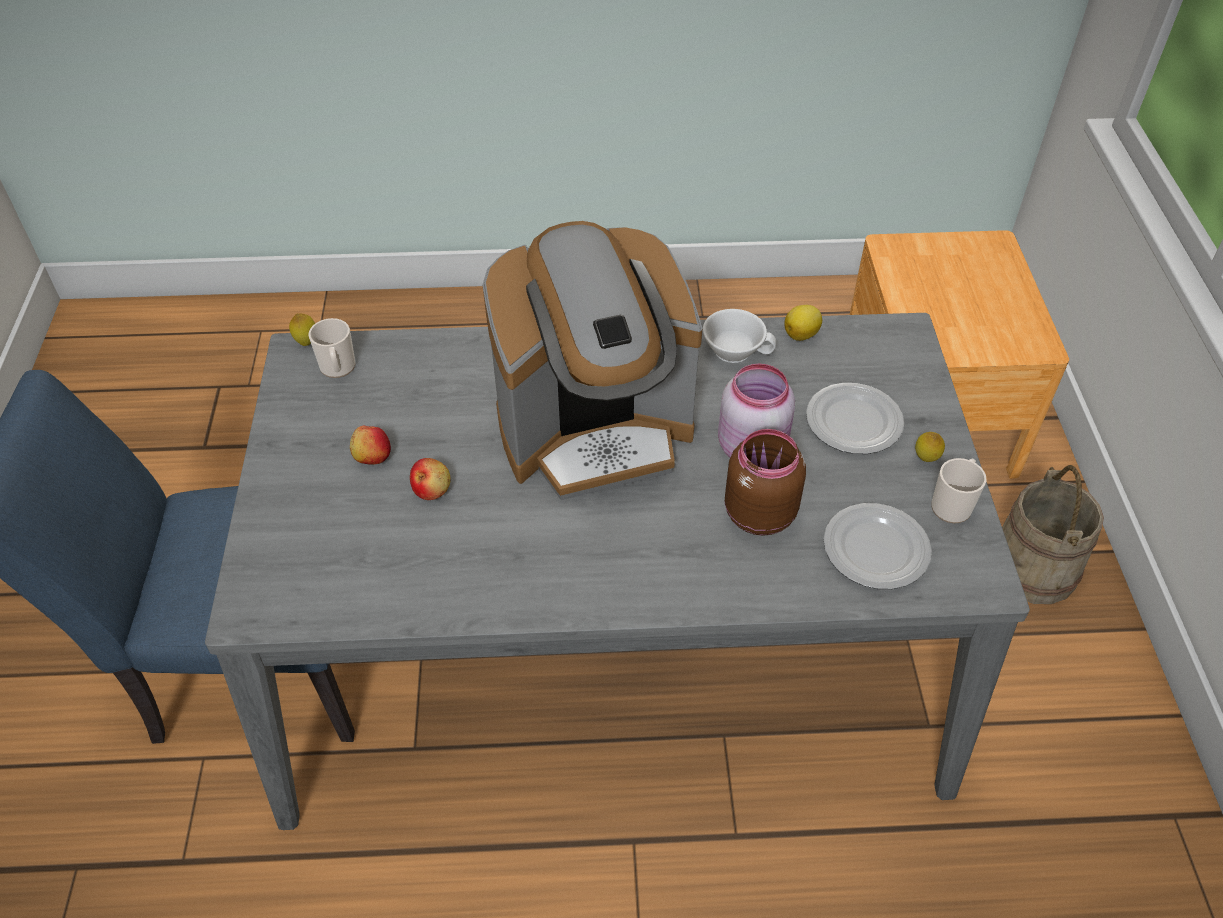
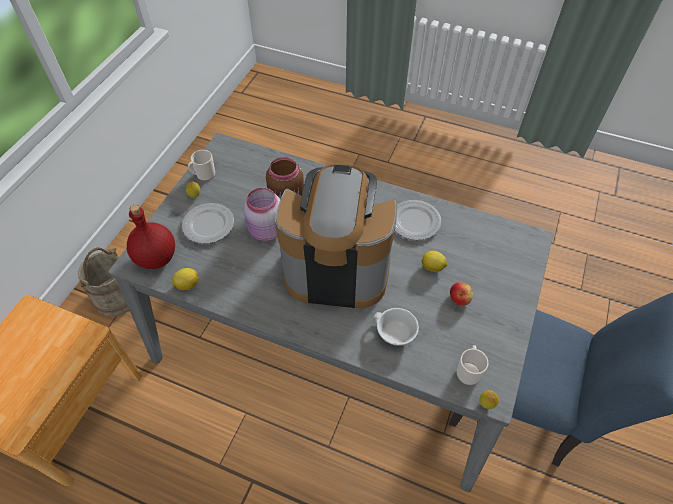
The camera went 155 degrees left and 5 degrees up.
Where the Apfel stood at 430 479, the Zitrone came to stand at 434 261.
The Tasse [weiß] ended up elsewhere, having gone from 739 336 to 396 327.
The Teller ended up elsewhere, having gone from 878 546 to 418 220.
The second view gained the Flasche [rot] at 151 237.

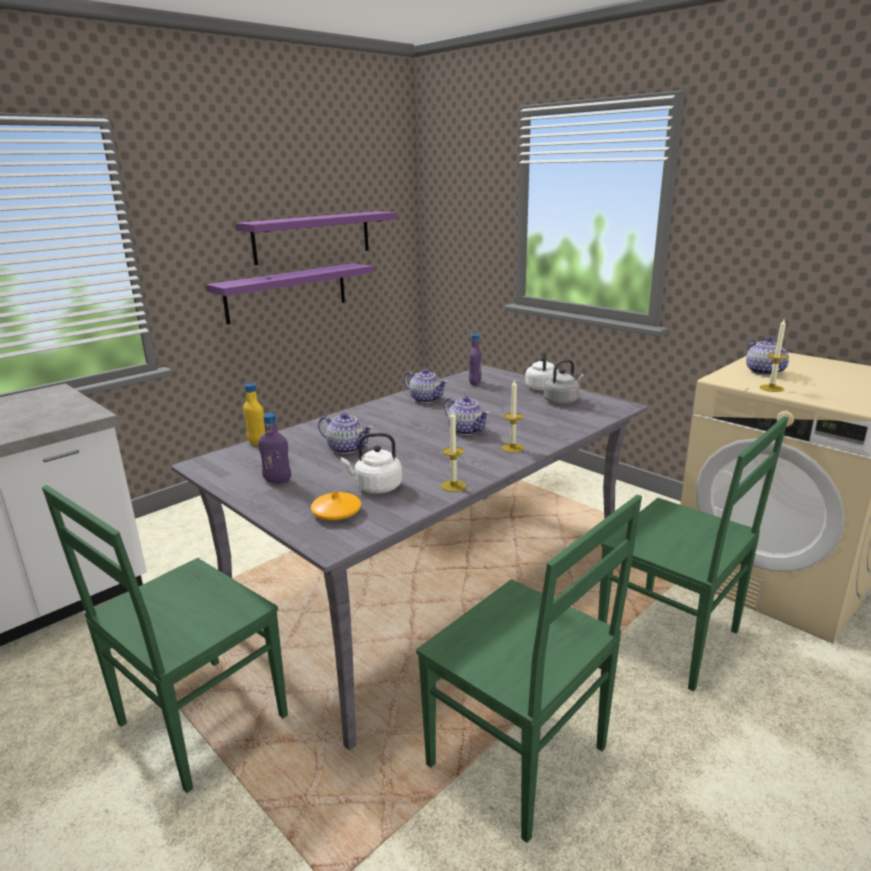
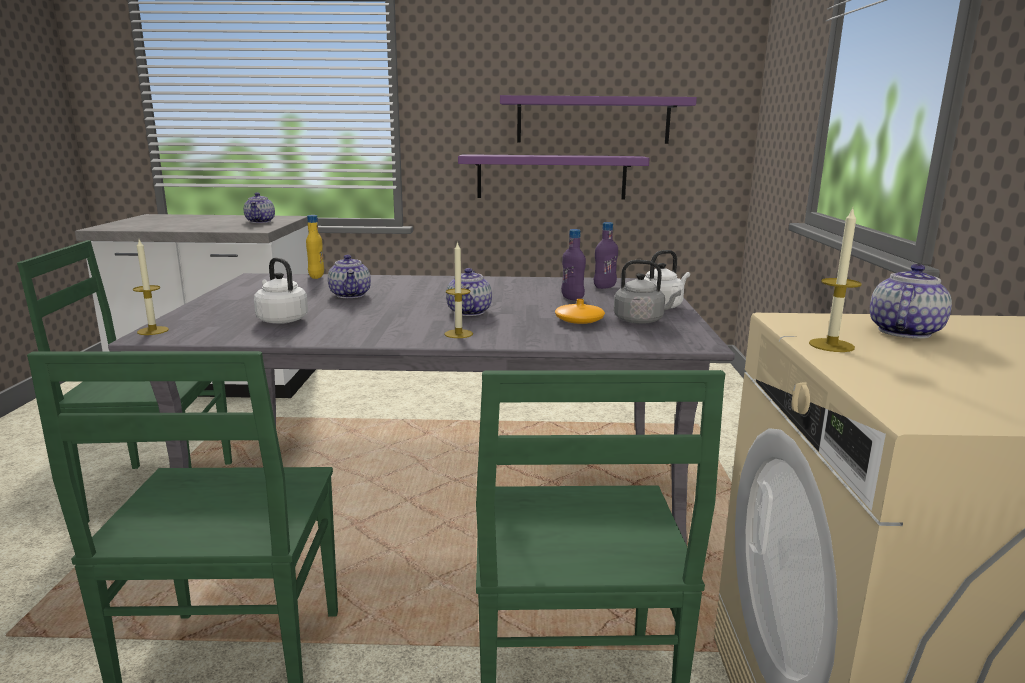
The camera went 45 degrees right and 5 degrees down.
The Flasche [lila] ended up elsewhere, having gone from 274 448 to 573 265.
The Vase [orange] ended up elsewhere, having gone from 336 506 to 580 311.
The Teekanne ended up elsewhere, having gone from 426 386 to 259 207.
The Kerze ended up elsewhere, having gone from 453 451 to 151 287.

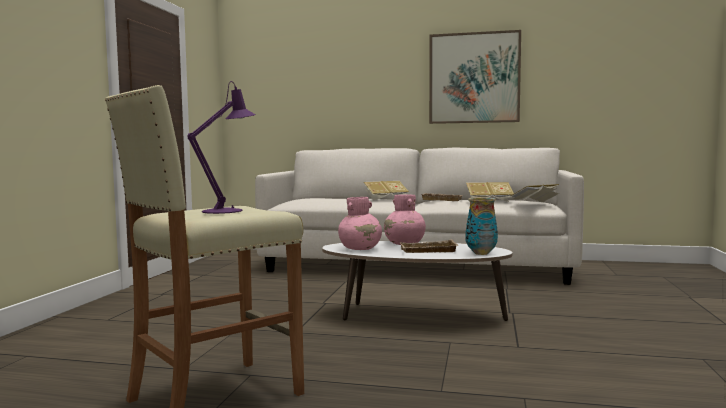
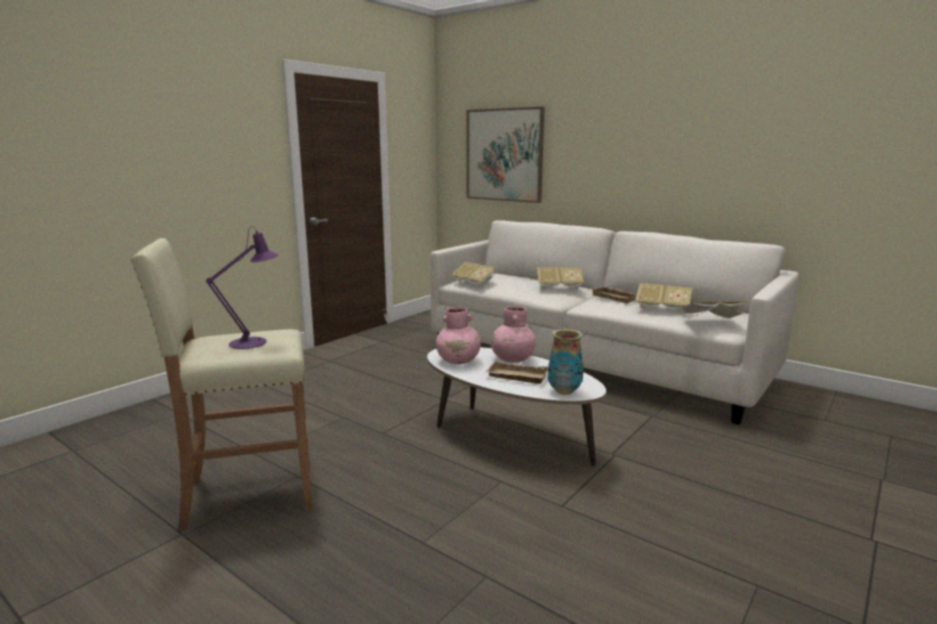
The camera went 25 degrees right and 10 degrees up.
The Bild ended up elsewhere, having gone from 475 77 to 505 155.
The second view gained the Buch at 473 275.

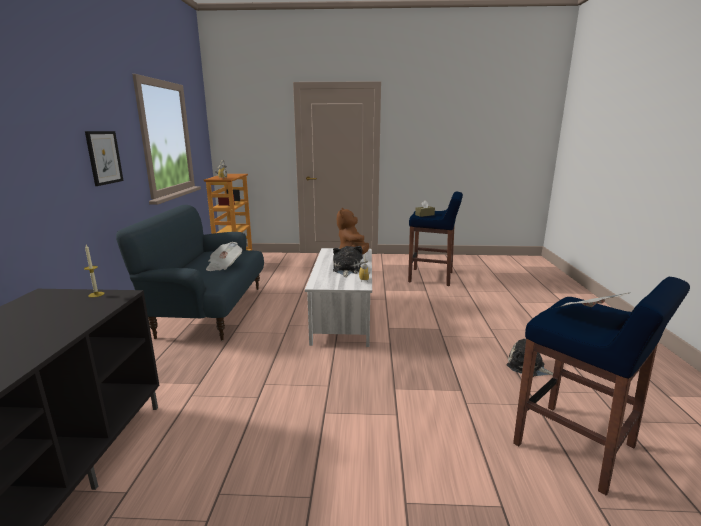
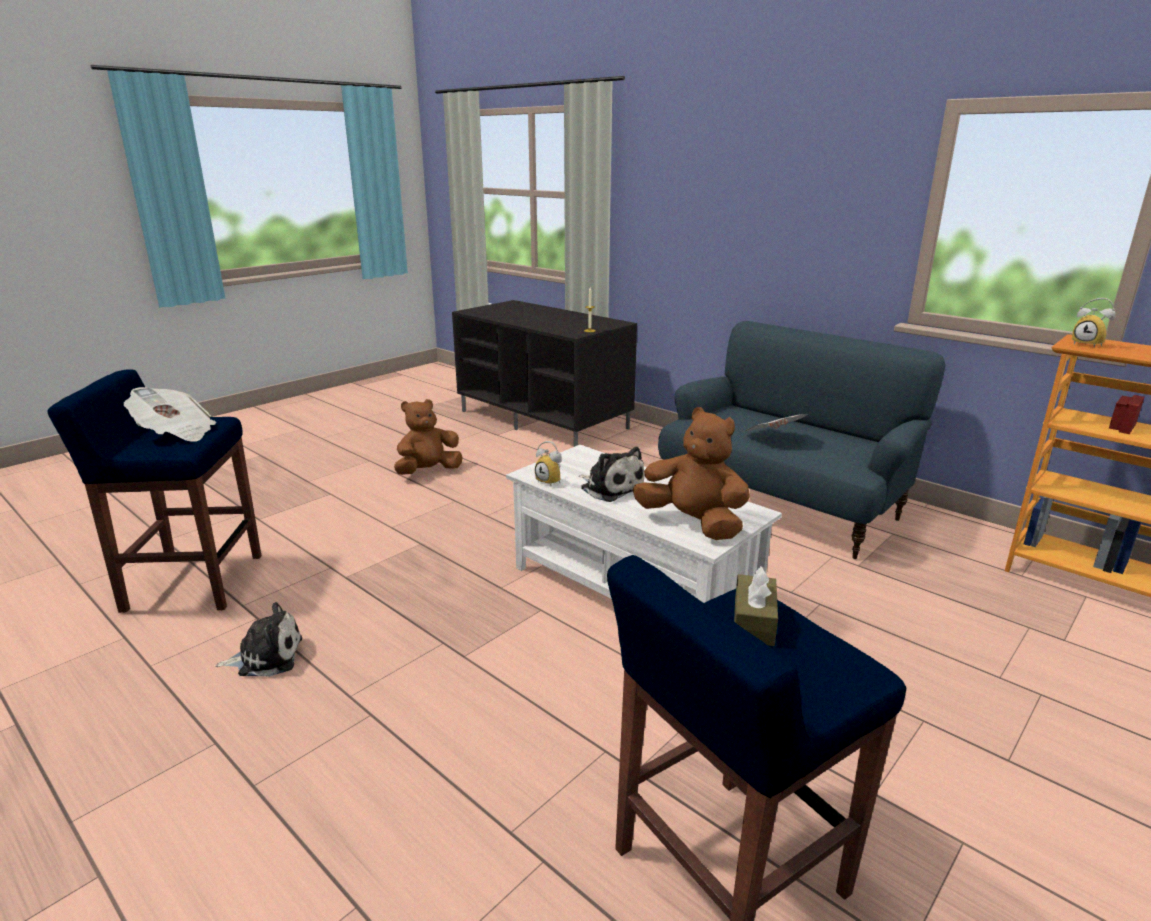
The camera went 130 degrees right and 5 degrees up.
The second view lost the Bild at 104 158.
The second view gained the Plüschtier [braun] at 428 437.

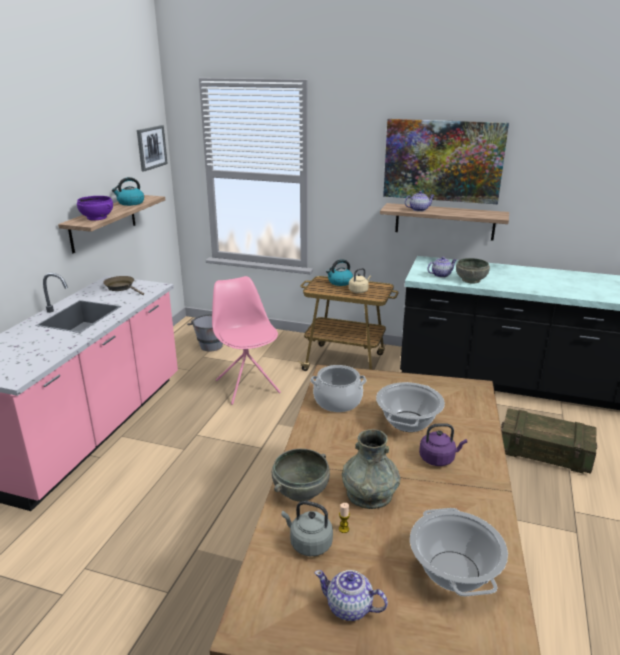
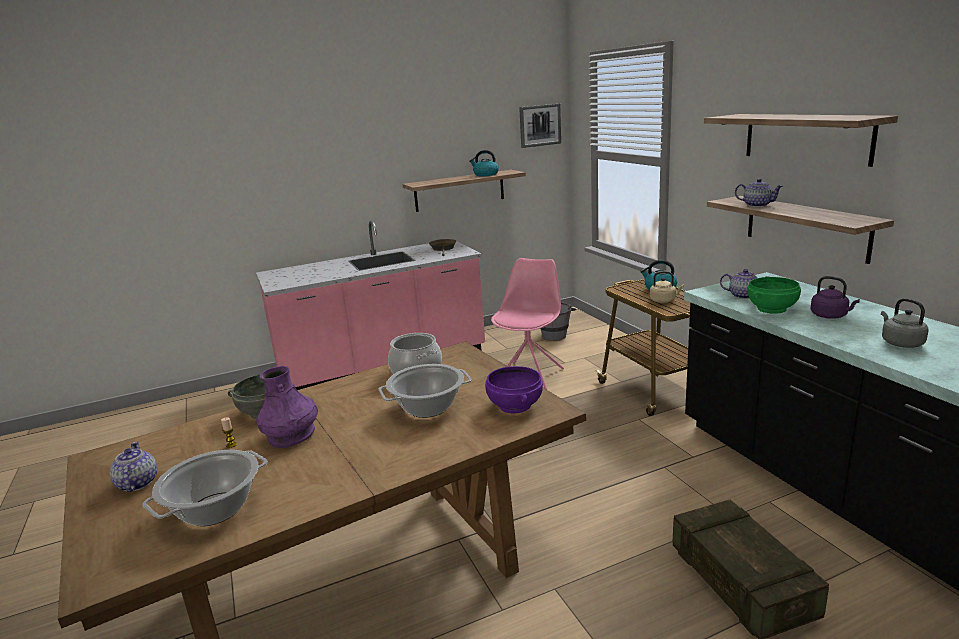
The camera went 50 degrees right and 5 degrees down.
The Schüssel [lila] ended up elsewhere, having gone from 95 208 to 514 390.
The Wasserkessel [grau] ended up elsewhere, having gone from 307 528 to 905 323.
What was the Vase [grau] at 371 469 turned into the Vase [lila] at 287 407.
Where the Bild hung at 446 161, the Wandregal came to hang at 801 140.
The Wasserkessel [lila] ended up elsewhere, having gone from 443 444 to 835 297.
What was the Schüssel [grau] at 473 271 turned into the Schüssel [grün] at 774 295.

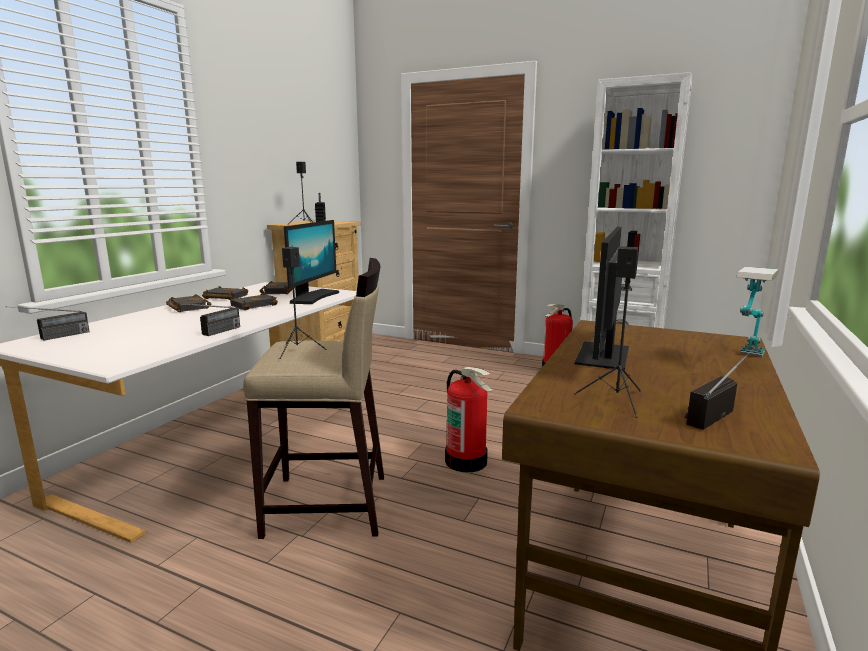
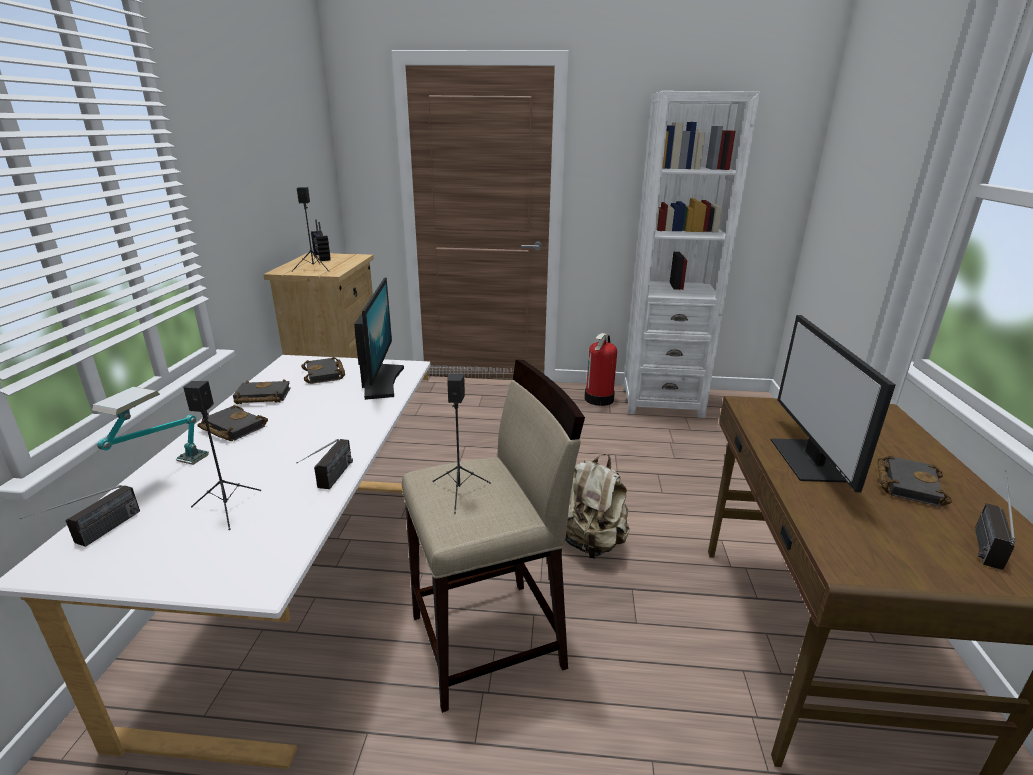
The camera went 20 degrees left and 10 degrees up.
The Buch [schwarz] ended up elsewhere, having gone from 254 301 to 914 481.
Where the Feuerlöscher stood at 469 419, the Rucksack [beige] came to stand at 597 506.
The Lautsprecher [schwarz] ended up elsewhere, having gone from 607 332 to 222 455.
The Tischlampe ended up elsewhere, having gone from 757 312 to 150 425.

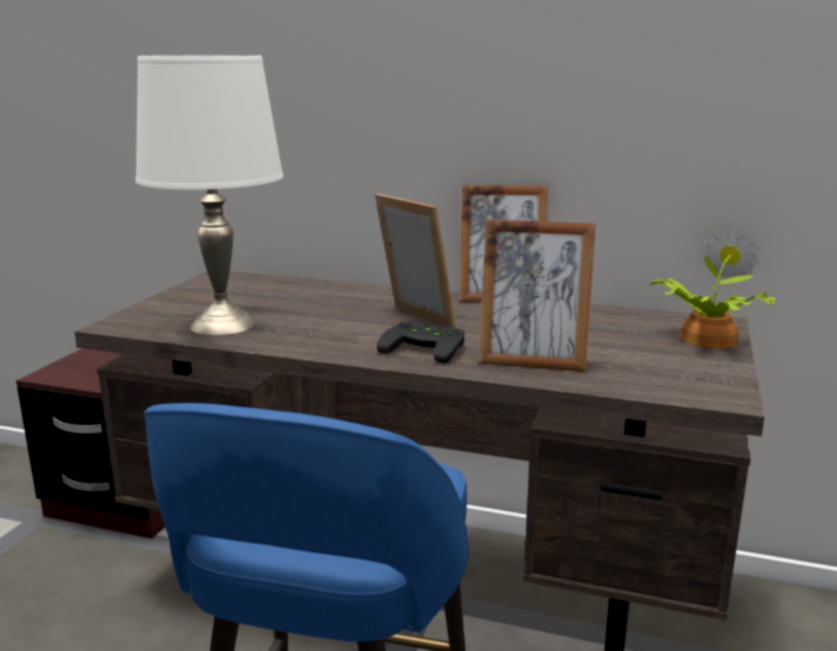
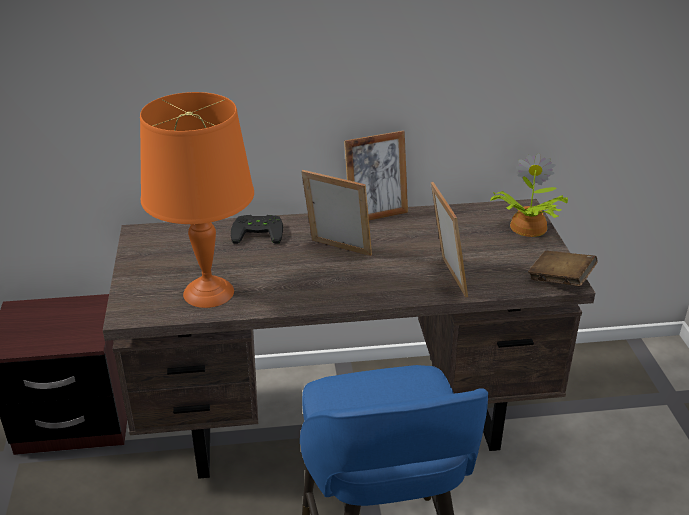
The camera went 25 degrees left and 15 degrees up.
What was the Tischlampe [weiß] at 209 195 turned into the Tischlampe [orange] at 197 200.
The Gamepad [schwarz] ended up elsewhere, having gone from 421 343 to 257 229.
The Bilderrahmen at 537 295 ended up facing another way, 90 degrees counterclockwise from before.
The second view gained the Buch [braun] at 562 268.

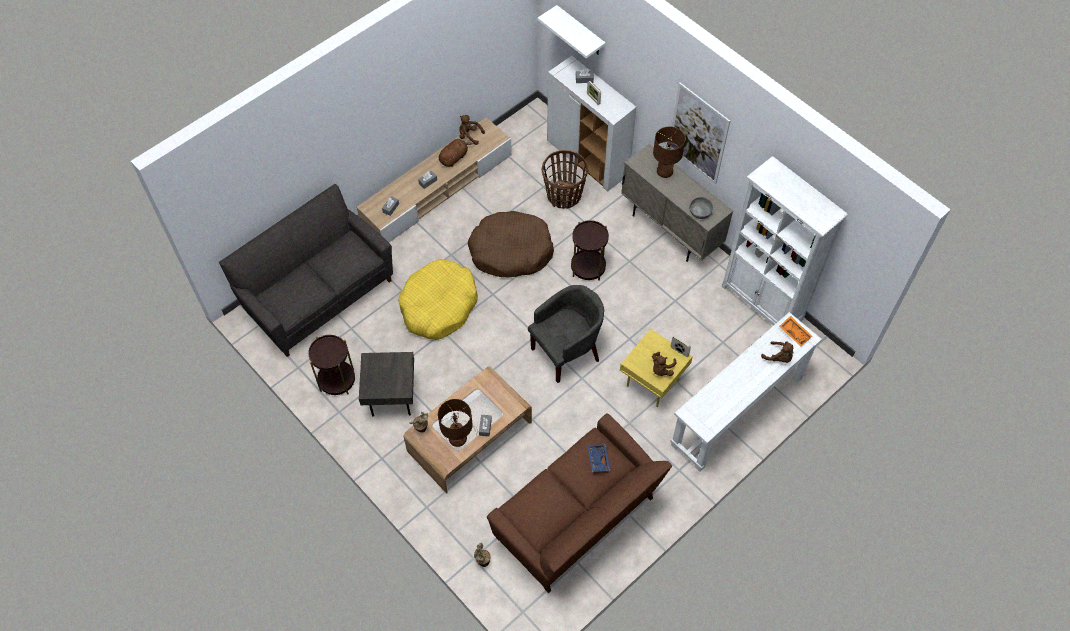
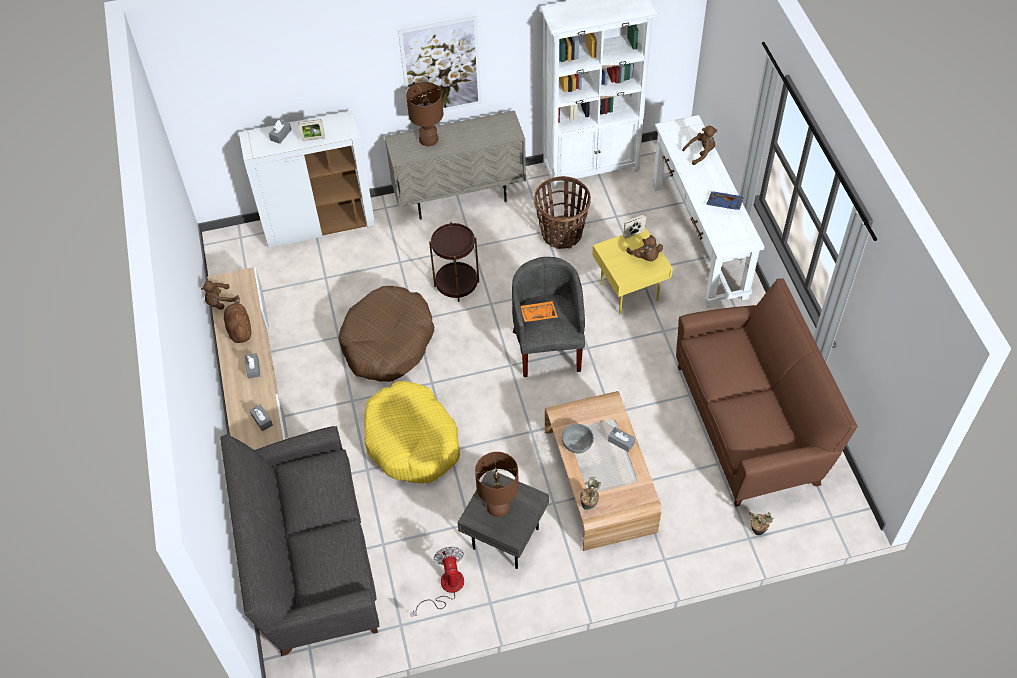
The camera went 60 degrees left and 5 degrees down.
Where the Beistelltisch [braun] stood at 331 365, the Ventilator came to stand at 437 582.
The Tischlampe [braun] ended up elsewhere, having gone from 455 423 to 497 484.
The second view lost the Wandregal [weiß] at 572 31.
The Korb ended up elsewhere, having gone from 565 179 to 562 212.
The Tablett [blau] ended up elsewhere, having gone from 598 458 to 725 200.
The Schüssel [grau] ended up elsewhere, having gone from 701 208 to 578 438.
The Tablett [orange] ended up elsewhere, having gone from 796 331 to 539 311.

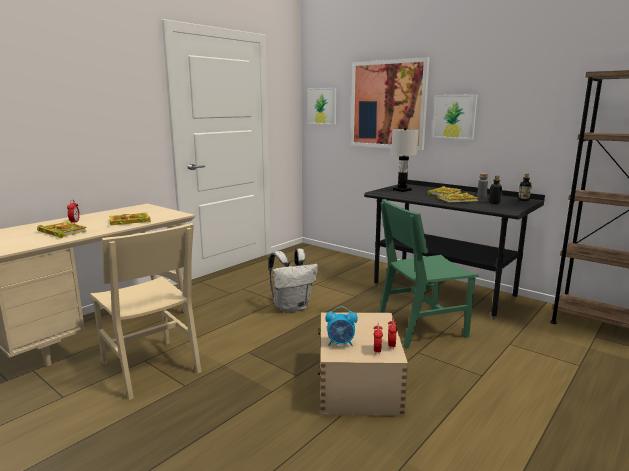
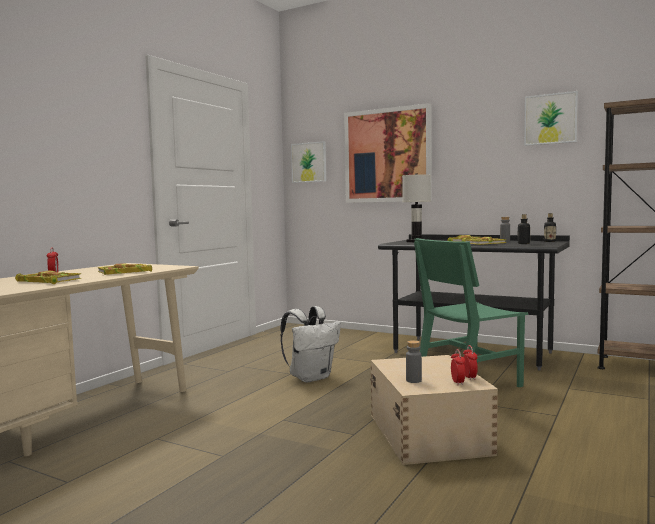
The camera went 10 degrees left and 10 degrees down.
The second view lost the Stuhl [beige] at 146 311.
Where the Wecker stood at 341 326, the Flasche [grau] came to stand at 414 361.
The Bild ended up elsewhere, having gone from 455 116 to 551 118.

